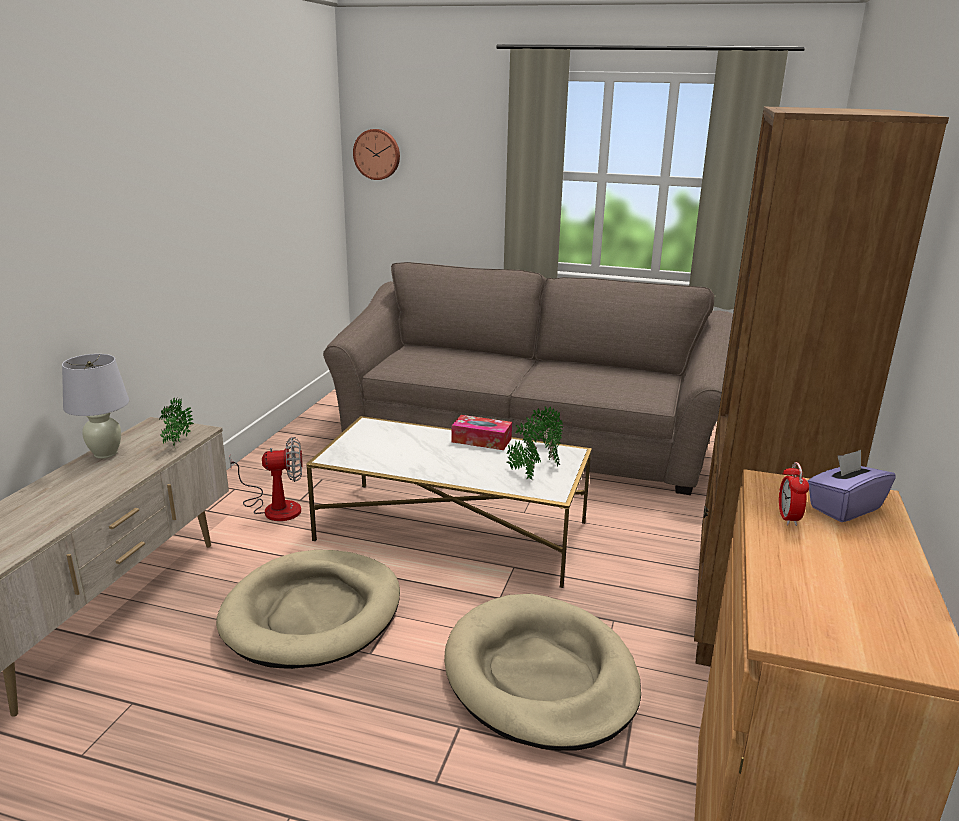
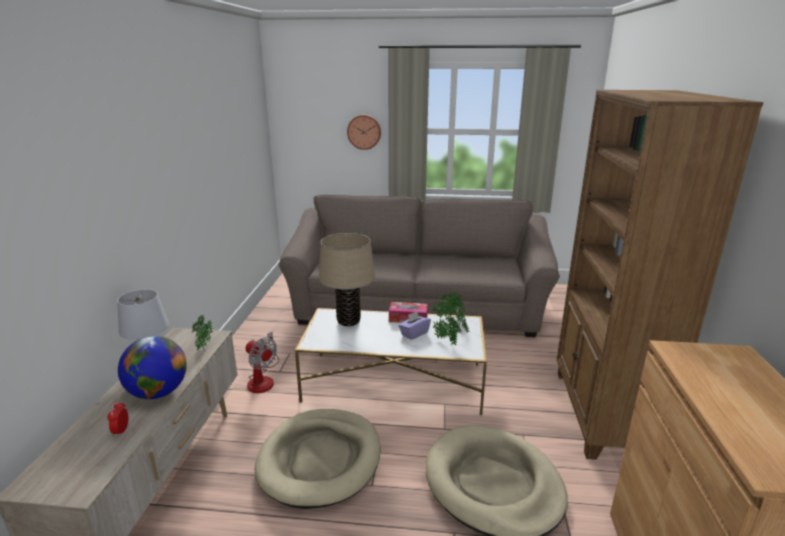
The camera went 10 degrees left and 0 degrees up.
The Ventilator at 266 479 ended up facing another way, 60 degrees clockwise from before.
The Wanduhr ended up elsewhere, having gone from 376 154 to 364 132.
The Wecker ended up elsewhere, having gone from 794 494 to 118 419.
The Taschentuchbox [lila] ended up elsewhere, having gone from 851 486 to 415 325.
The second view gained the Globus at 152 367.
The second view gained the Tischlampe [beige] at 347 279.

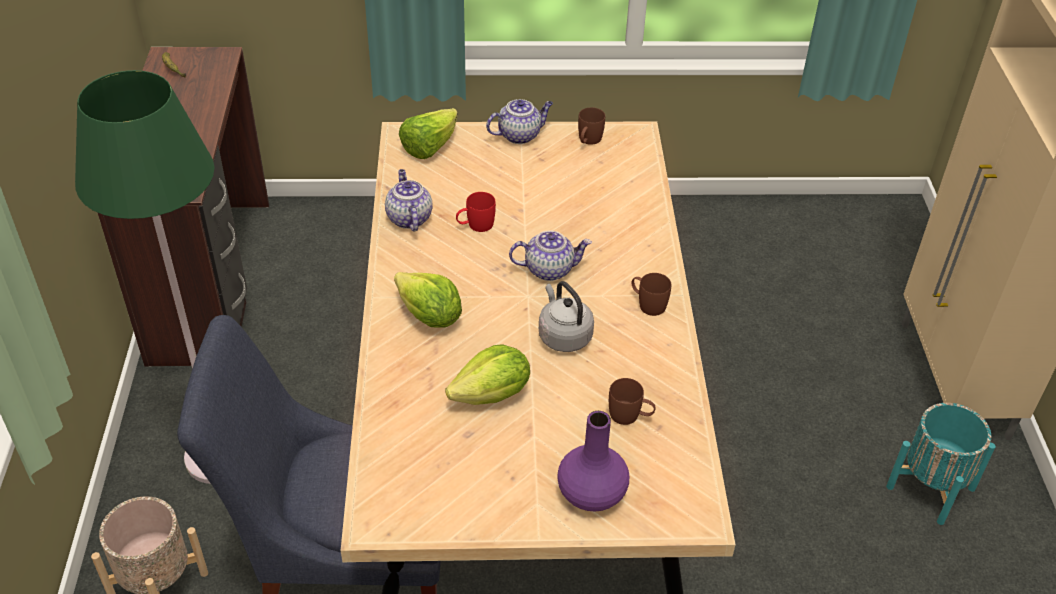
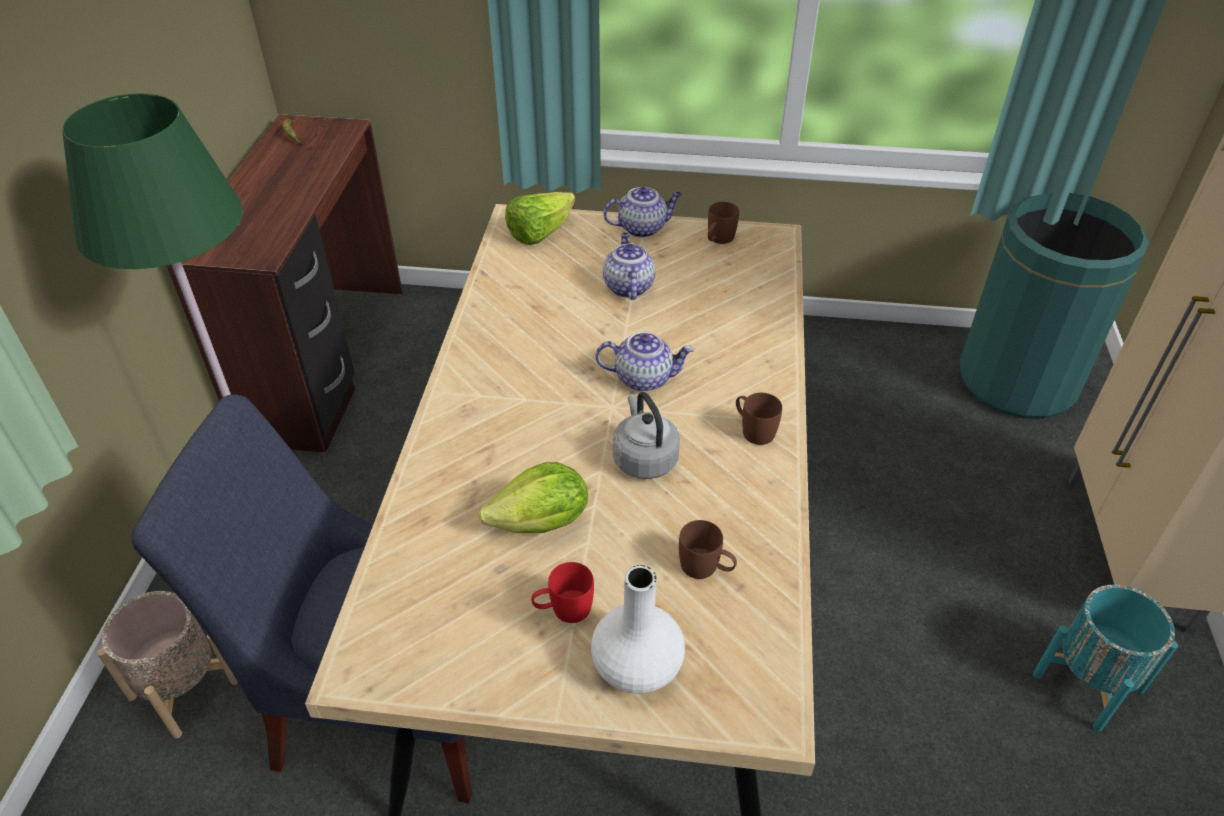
The camera went 10 degrees right and 0 degrees up.
The Teekanne ended up elsewhere, having gone from 409 200 to 629 266.
The second view lost the Salatkopf at 428 299.
The Henkelbecher [rot] ended up elsewhere, having gone from 476 212 to 562 592.
What was the Vase [lila] at 593 461 turned into the Vase [weiß] at 638 629.
The second view gained the Mülleimer [grün] at 1054 306.

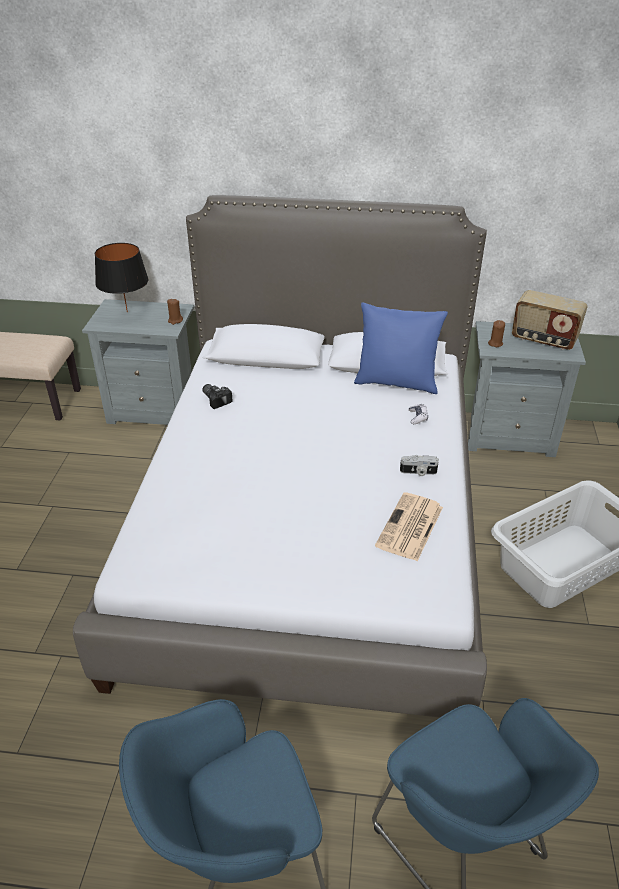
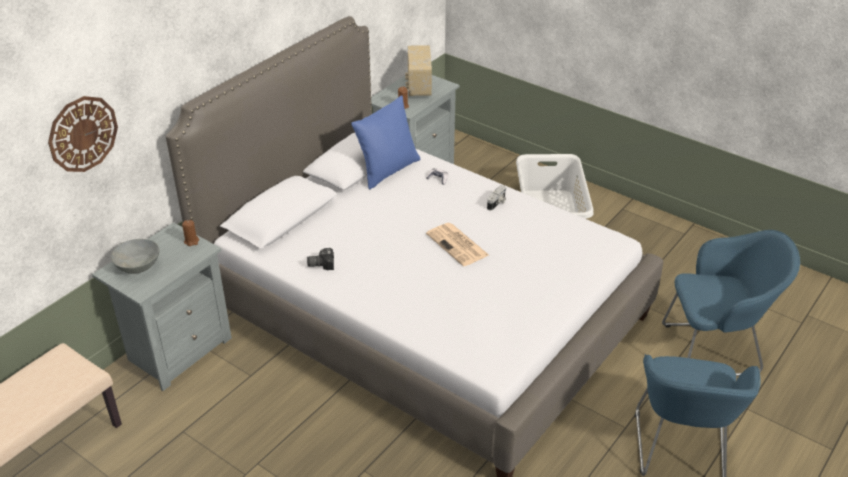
The camera went 60 degrees left and 0 degrees up.
Where the Tischlampe [schwarz] stood at 122 277, the Schüssel [grau] came to stand at 135 256.
The Zeitung ended up elsewhere, having gone from 409 526 to 457 244.
The Radio at 550 320 ended up facing another way, 120 degrees clockwise from before.
The second view gained the Wanduhr at 83 134.

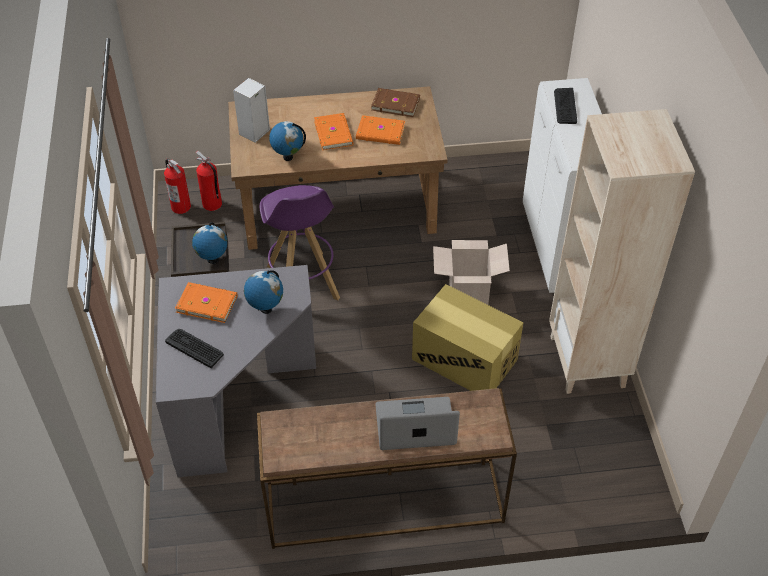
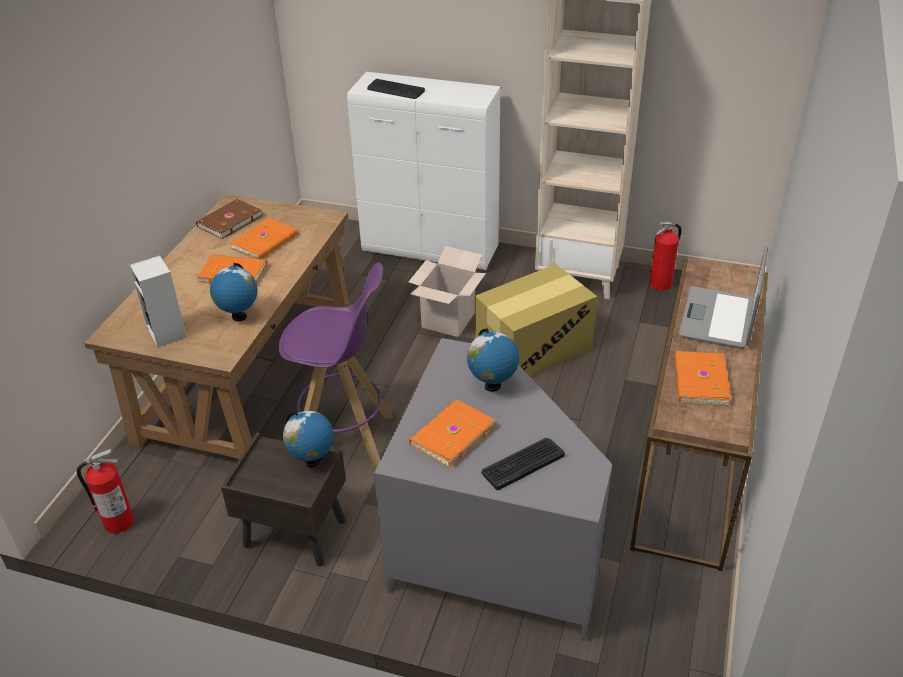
The camera went 65 degrees left and 10 degrees down.
The Feuerlöscher ended up elsewhere, having gone from 209 181 to 665 256.
The second view gained the Buch [orange] at 703 378.

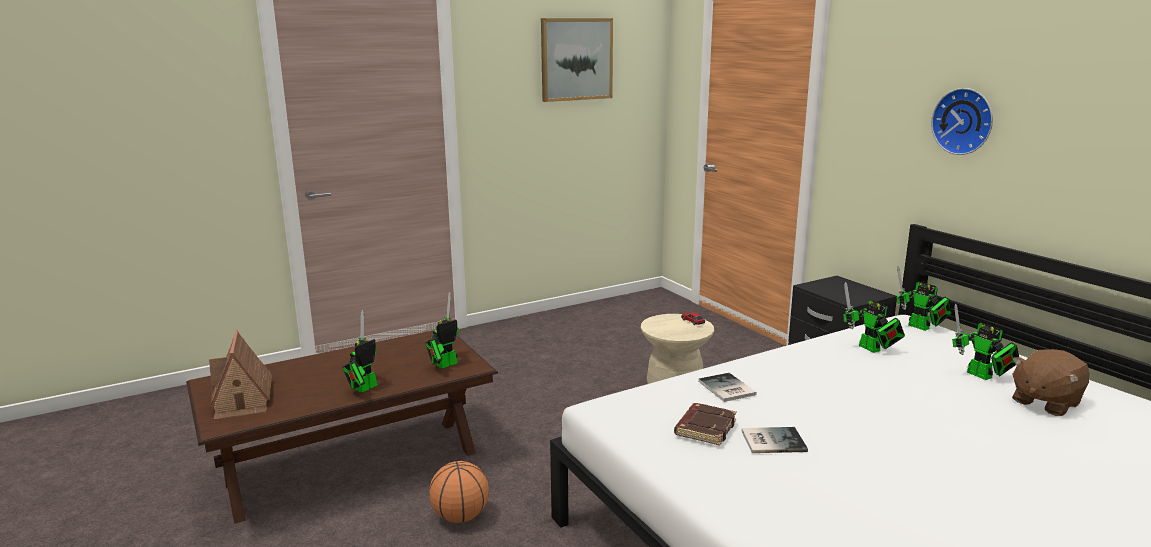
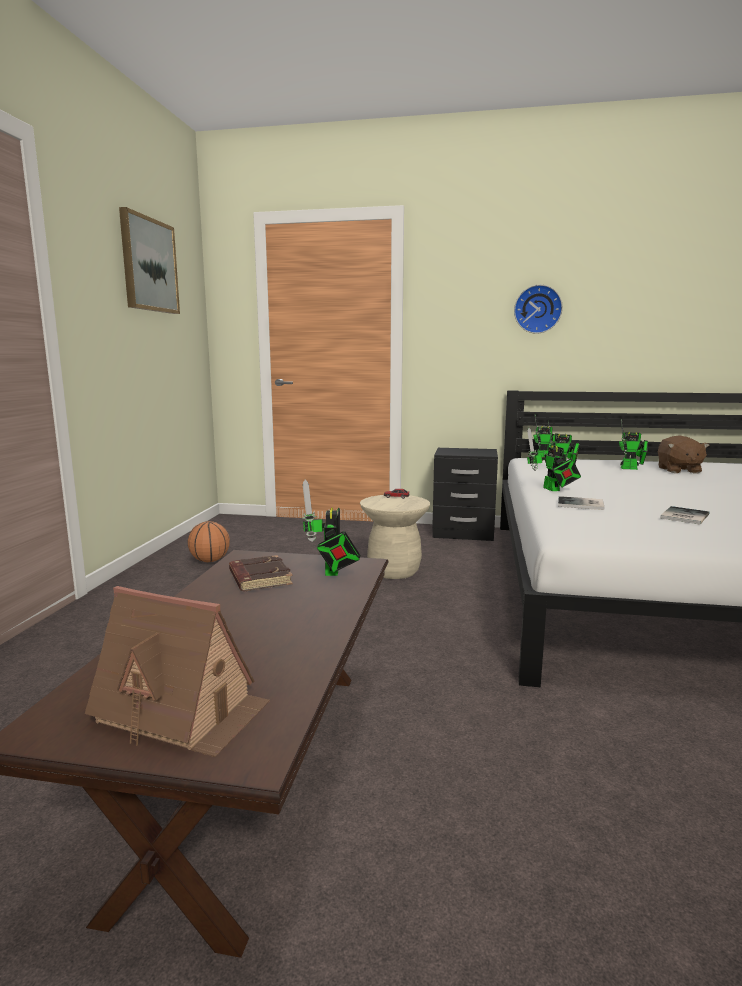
The camera went 50 degrees left and 5 degrees down.
The Spielzeugroboter ended up elsewhere, having gone from 360 351 to 554 459.
The Basketball ended up elsewhere, having gone from 459 492 to 209 541.
The Buch [braun] ended up elsewhere, having gone from 705 424 to 261 573.

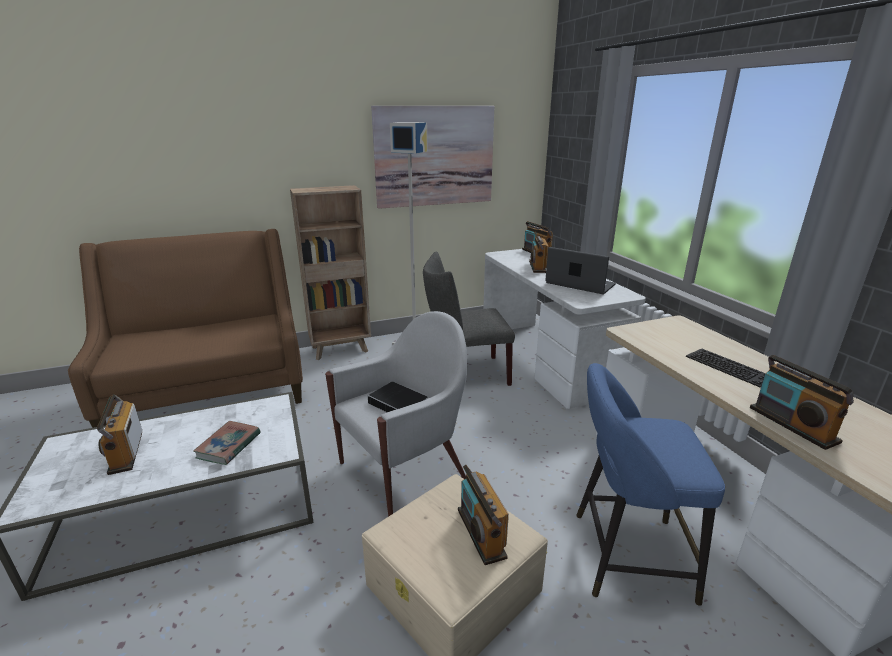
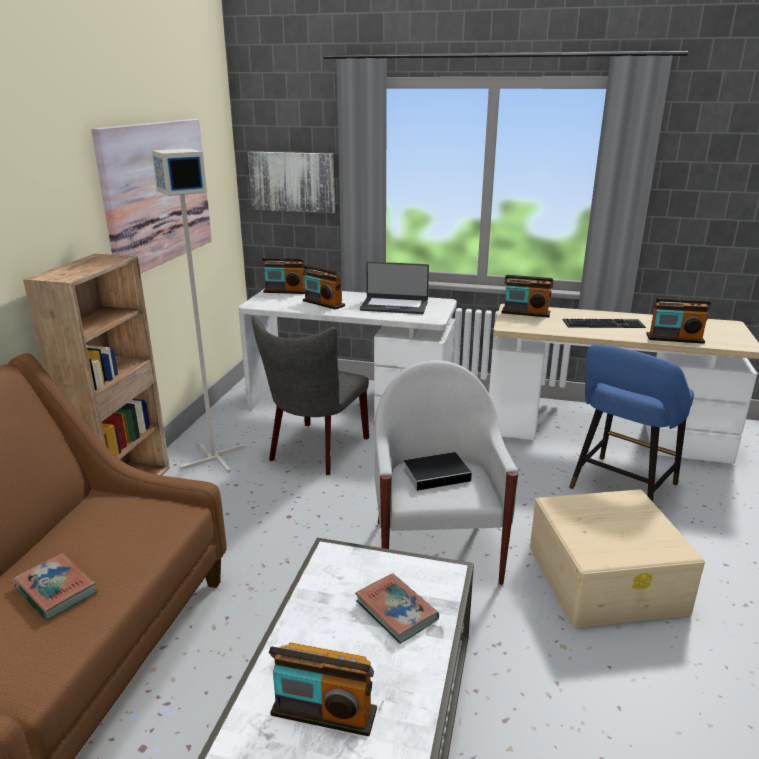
The camera went 55 degrees left and 0 degrees up.
The Radio ended up elsewhere, having gone from 483 515 to 527 296.
The Laptop at 580 270 ended up facing another way, 150 degrees counterclockwise from before.
The second view gained the Buch at 55 587.
The second view gained the Bild at 291 182.

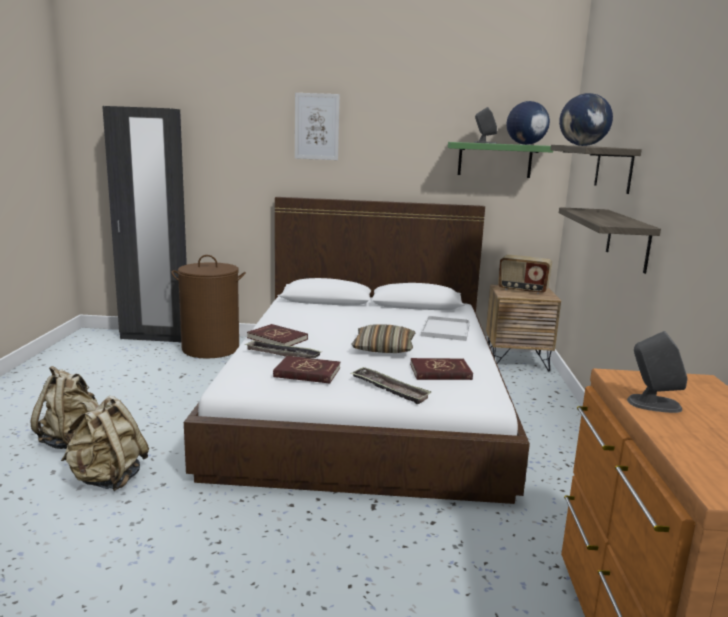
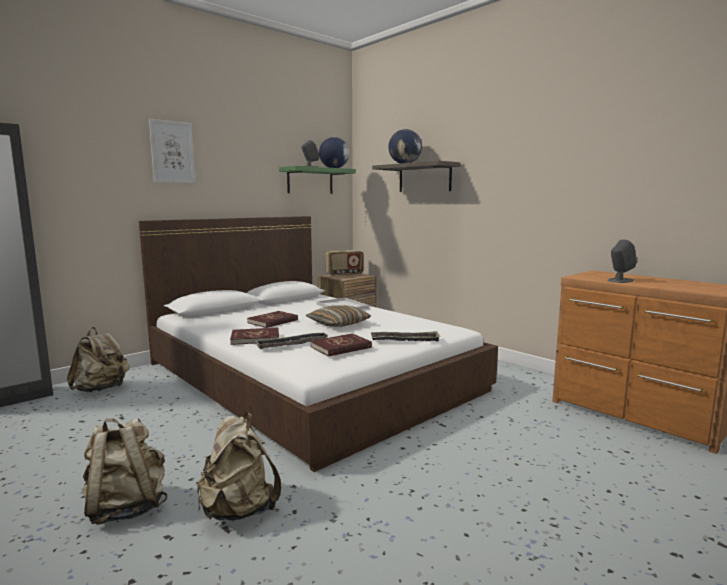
The camera went 45 degrees left and 5 degrees down.
Where the Wäschekorb [braun] stood at 208 307, the Rucksack [beige] came to stand at 98 359.
The Buch [rot] ended up elsewhere, having gone from 441 369 to 272 319.
The second view lost the Wandregal at 610 240.

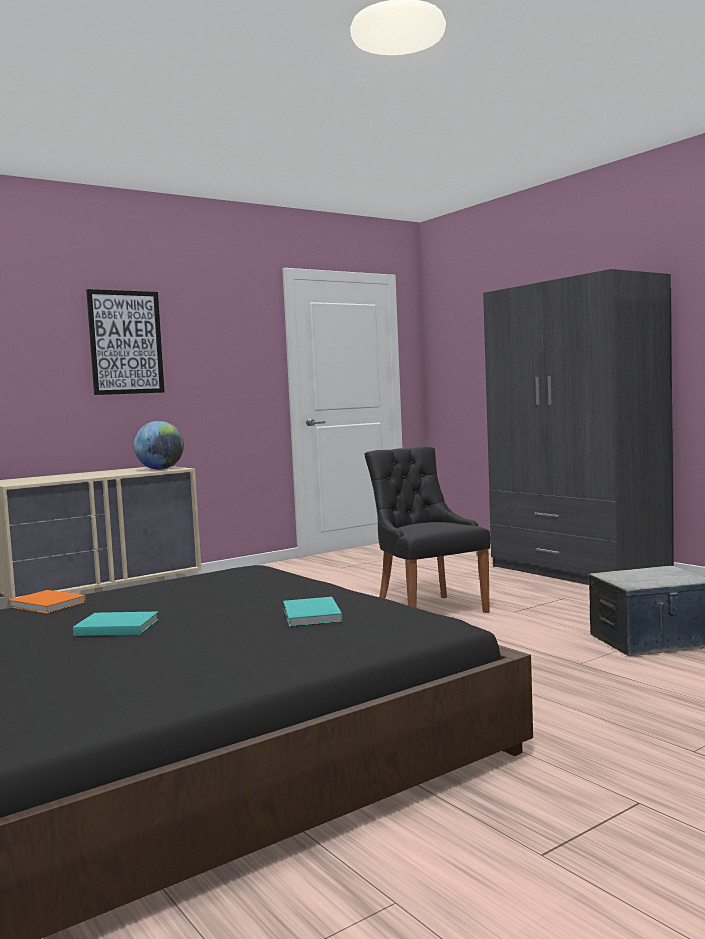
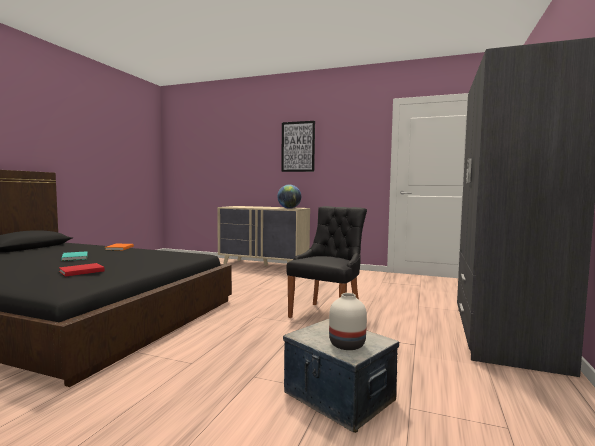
The camera went 55 degrees right and 0 degrees up.
What was the Buch [türkis] at 312 612 turned into the Buch [rot] at 81 270.
The second view gained the Vase [weiß] at 348 321.

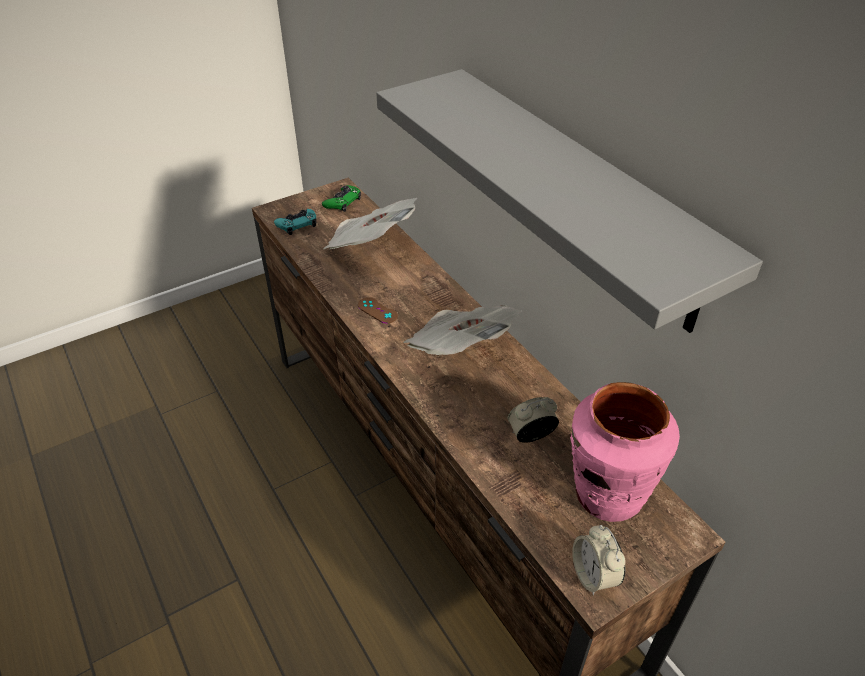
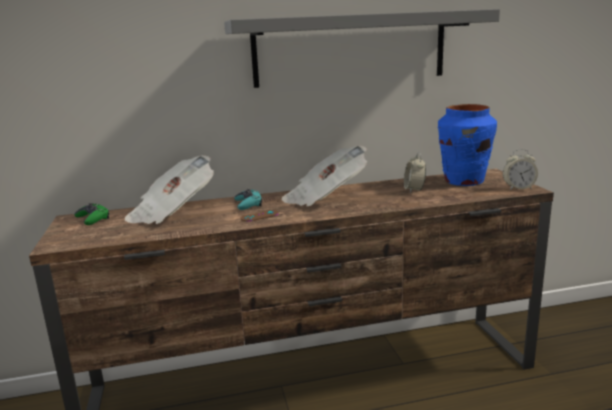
The camera went 70 degrees left and 25 degrees down.
The Gamepad [türkis] ended up elsewhere, having gone from 295 222 to 248 199.
What was the Vase [rosa] at 625 452 turned into the Vase [blau] at 467 145.

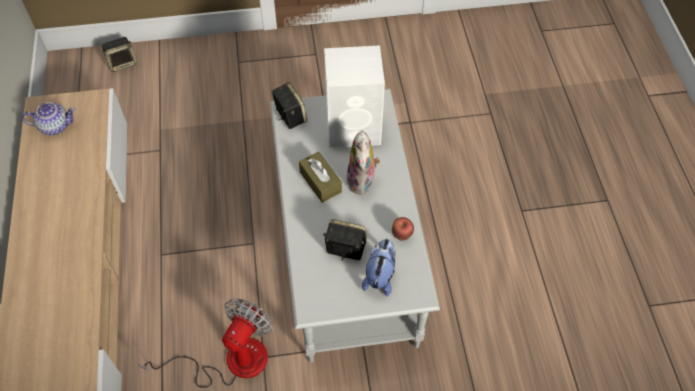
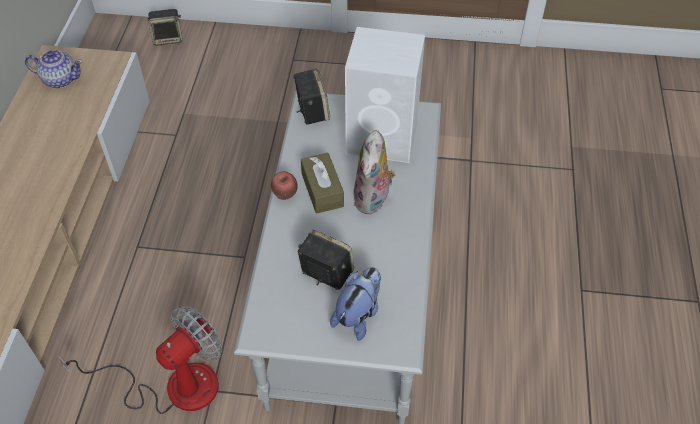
The camera went 15 degrees right and 5 degrees down.
The Apfel ended up elsewhere, having gone from 403 229 to 284 185.

